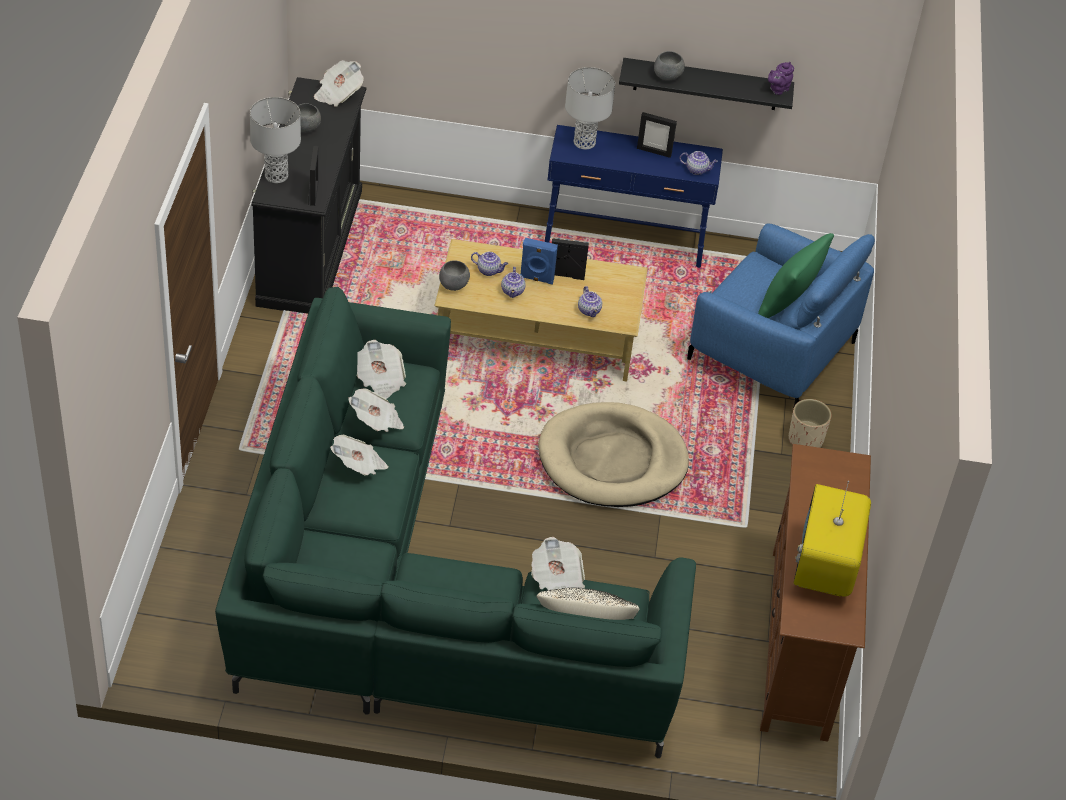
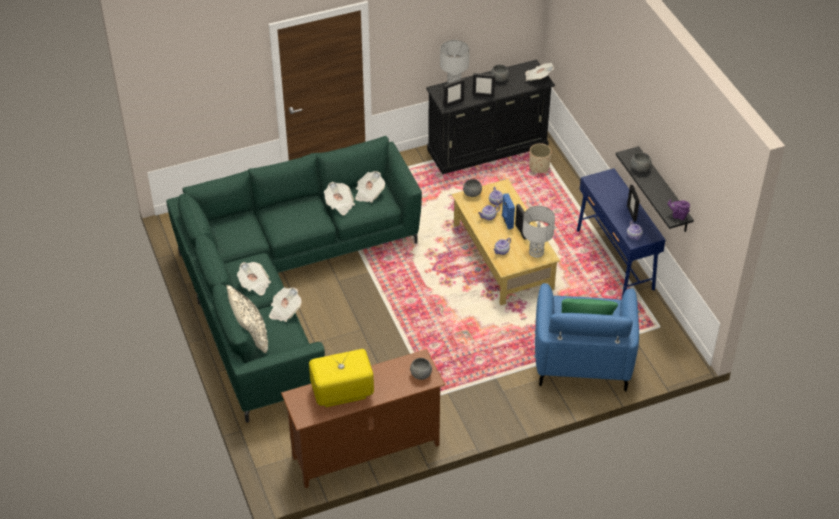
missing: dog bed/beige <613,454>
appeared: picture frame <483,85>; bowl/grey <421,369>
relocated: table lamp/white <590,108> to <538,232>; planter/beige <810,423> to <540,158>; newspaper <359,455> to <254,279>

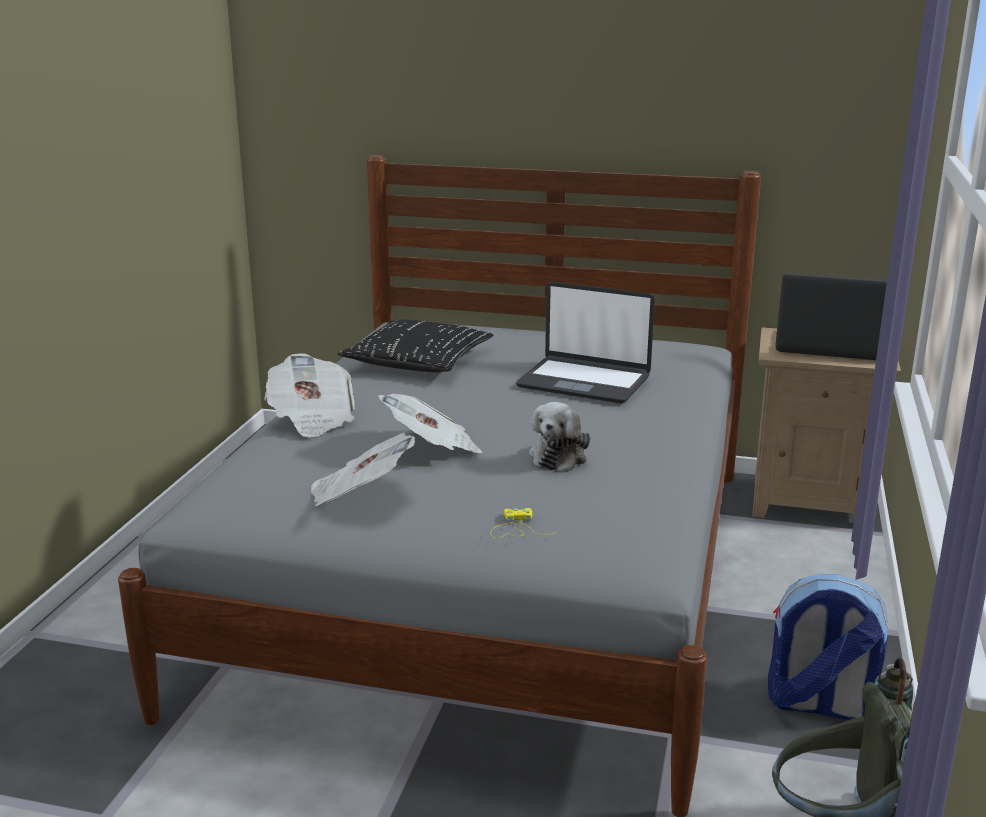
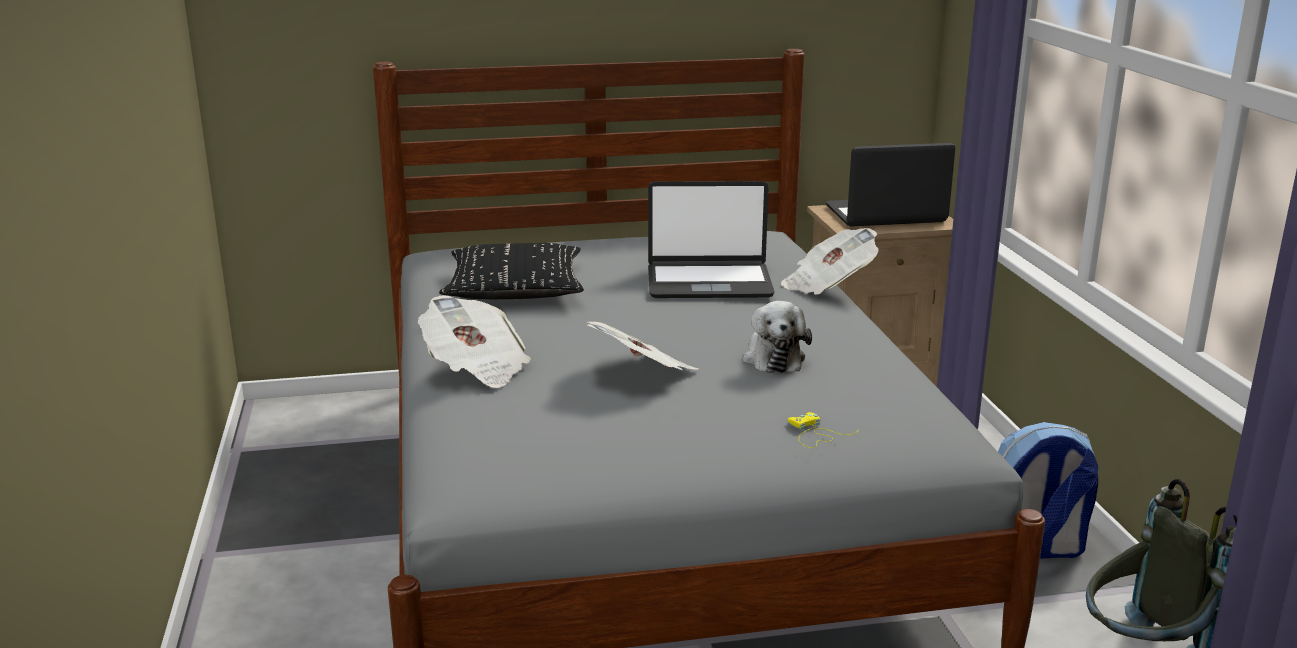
relocated: newspaper <363,469> to <830,261>

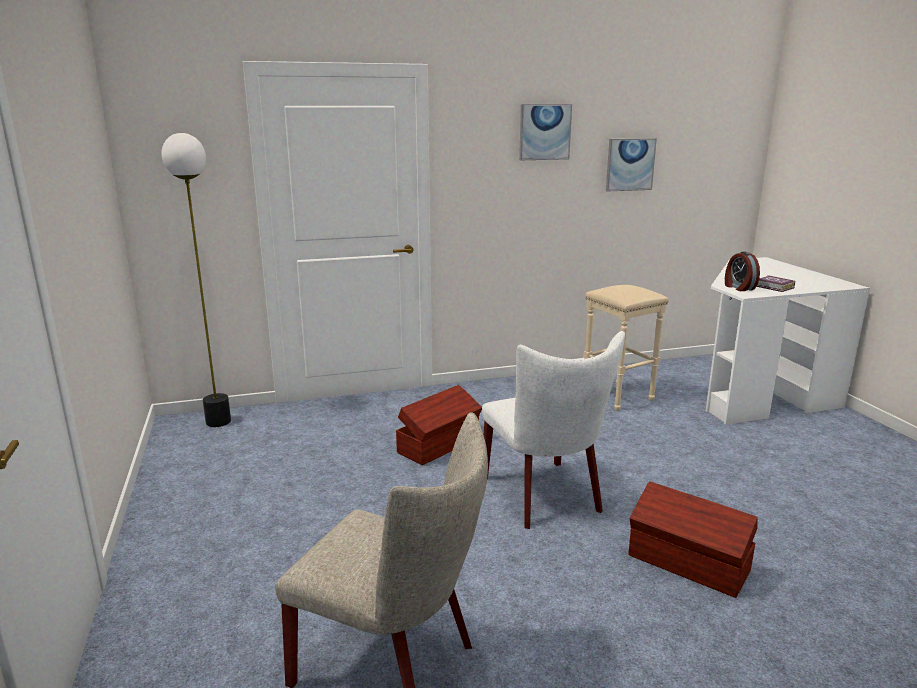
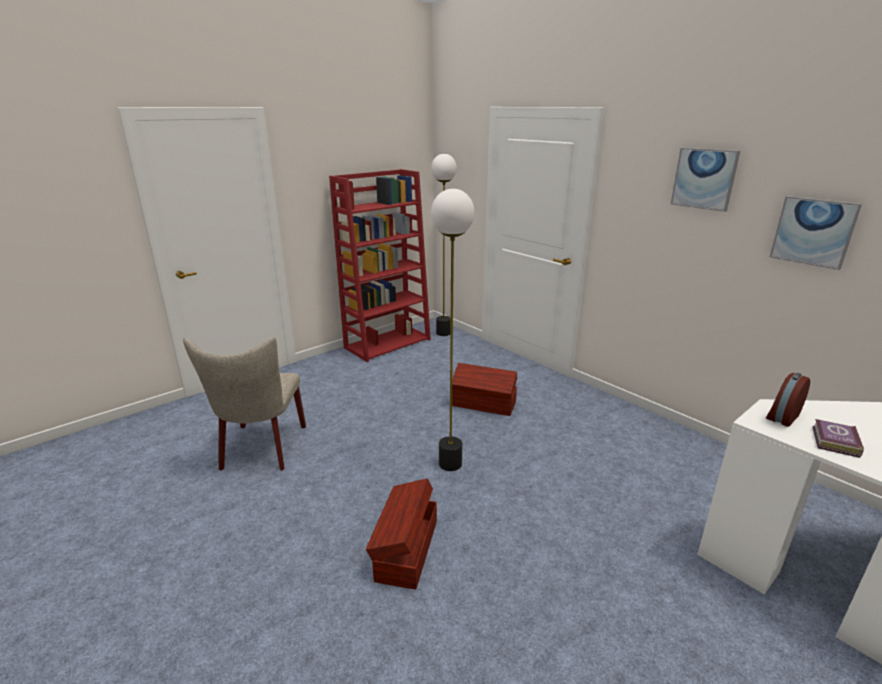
missing: stool/beige <626,348>
appeared: bookcase/red <380,265>
exchanged: chair/white <553,430> to floor lamp <452,330>

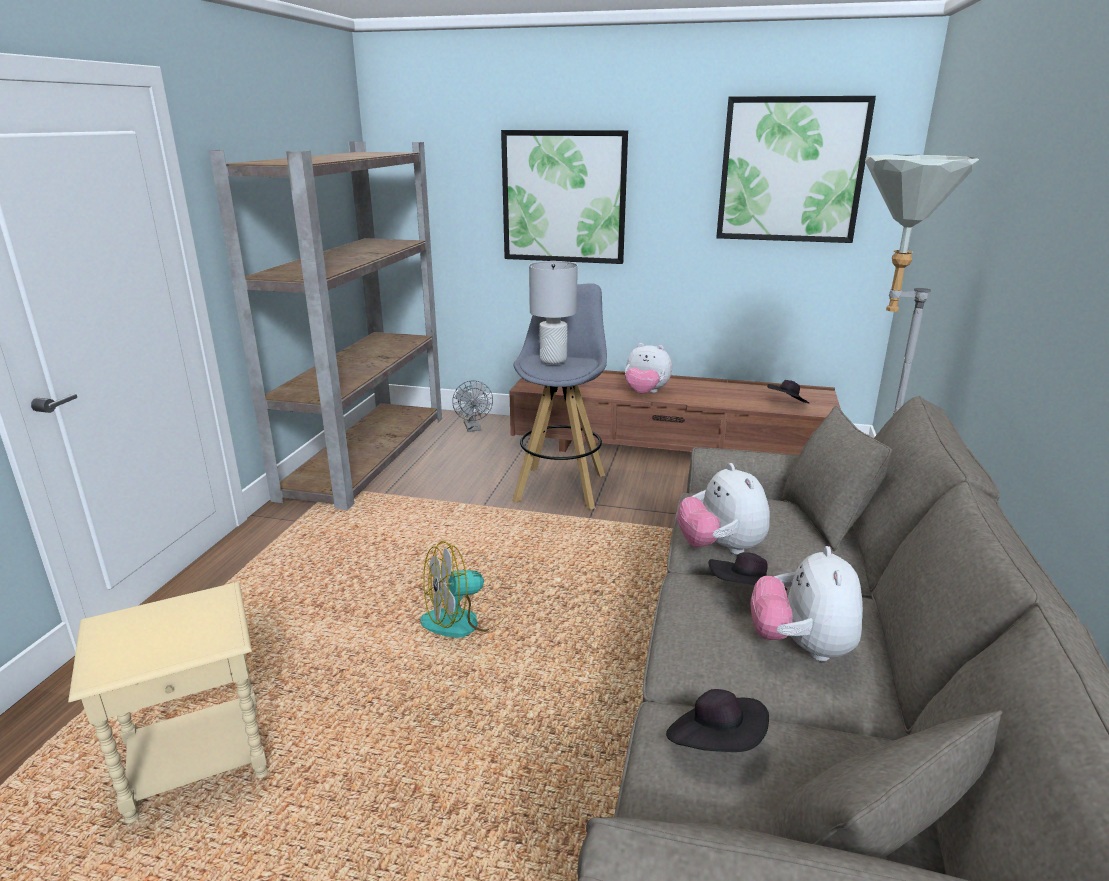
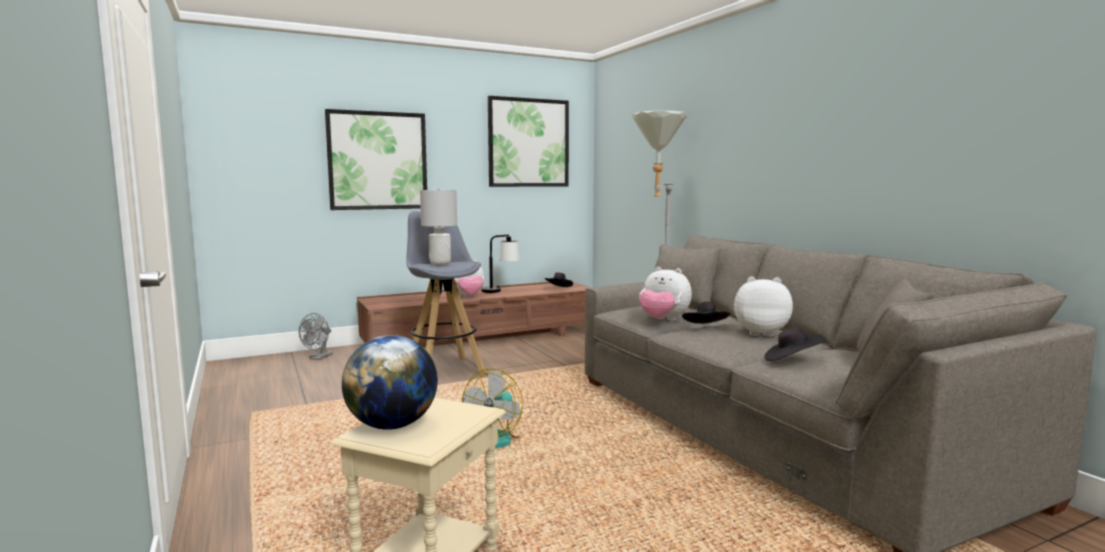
missing: bookcase/brown <325,326>
appeared: table lamp <500,263>; globe <390,382>
spun: fan/grey <472,406> = <316,336> 75 degrees clockwise; plush toy <807,603> = <763,307> 135 degrees clockwise

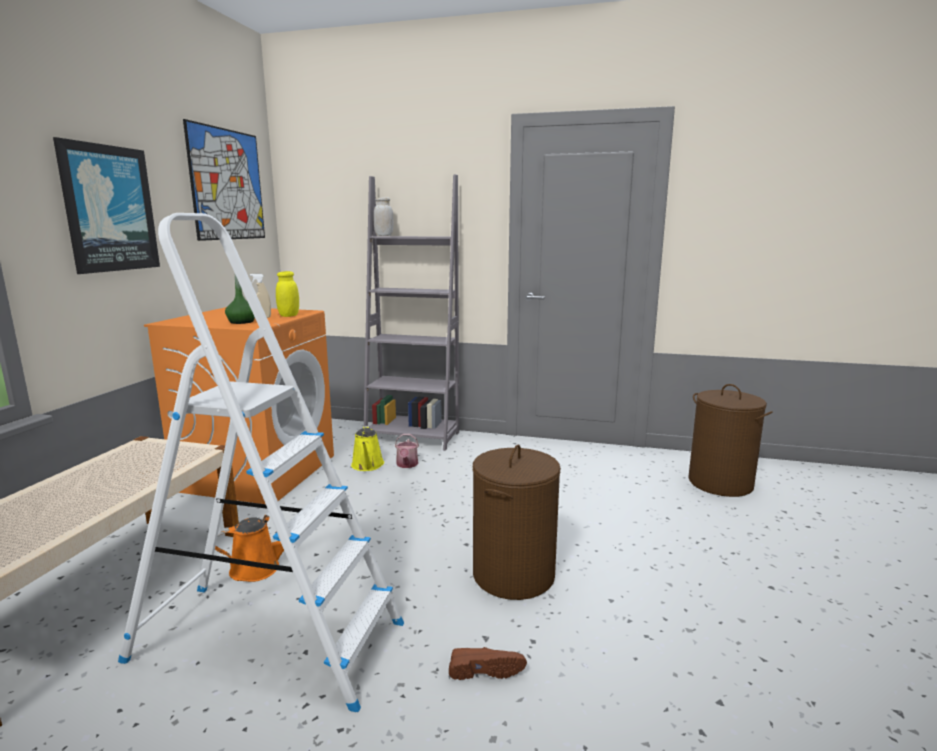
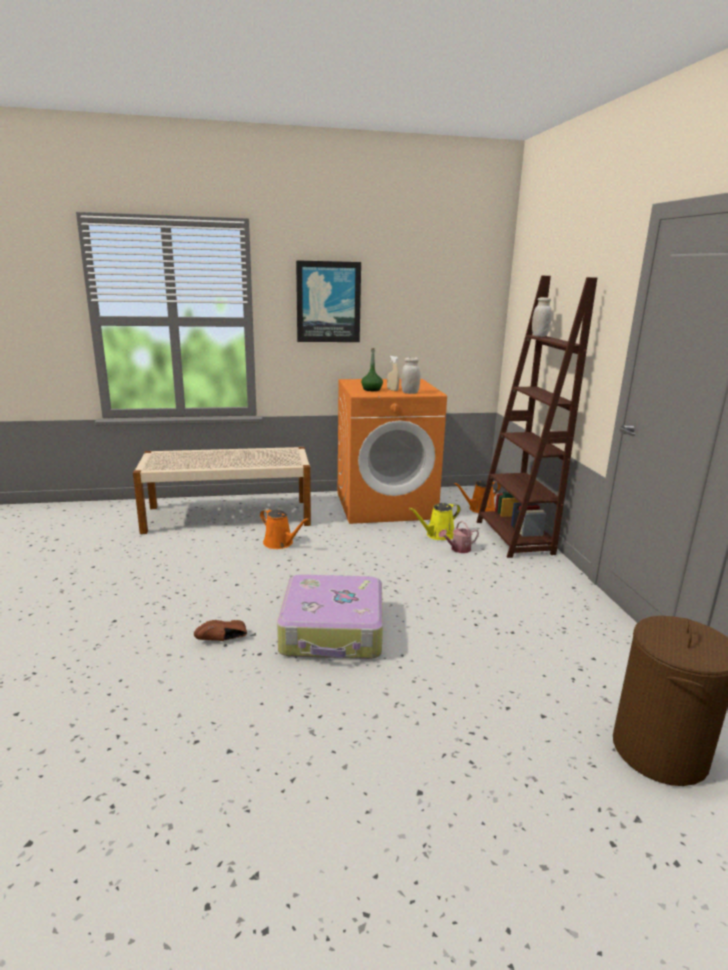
missing: picture <224,180>; step ladder/white <261,462>
appeared: watering can/orange <477,496>
exchanged: laundry basket/brown <517,522> to suitcase <330,616>
colour: bookcase/grey <411,312> to bookcase/brown <537,417>; jar/yellow <287,294> to jar/white <410,375>
spun: shoe/brown <488,663> = <220,630> 90 degrees clockwise

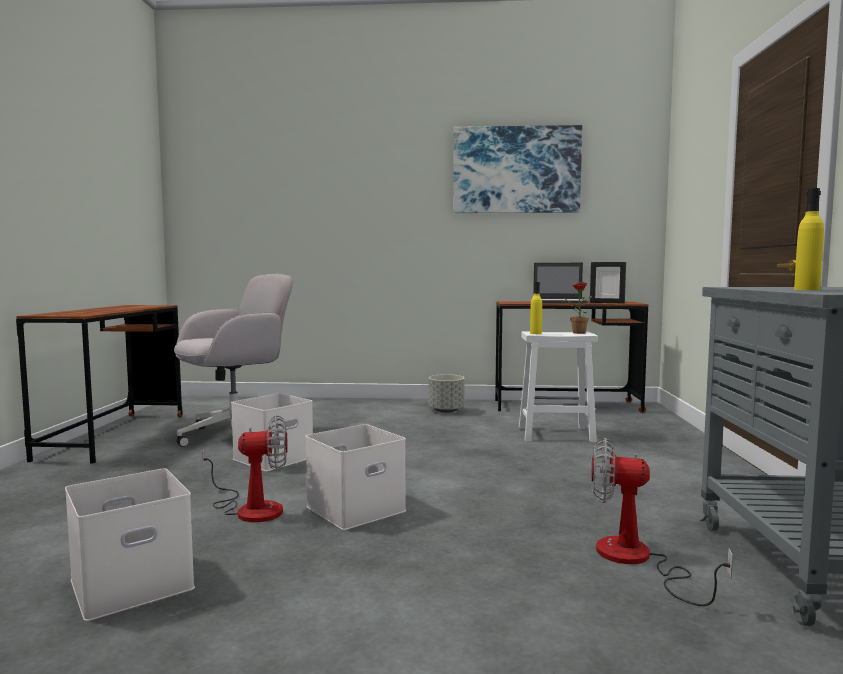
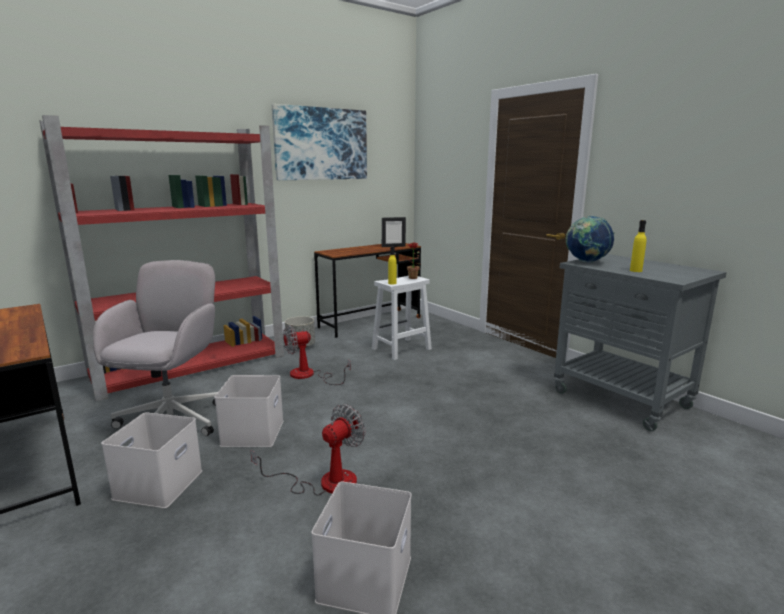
missing: laptop <560,283>
appeared: bookcase/red <161,258>; globe <589,239>
relocated: storage box/white <355,477> to <151,460>; fan <662,522> to <317,355>

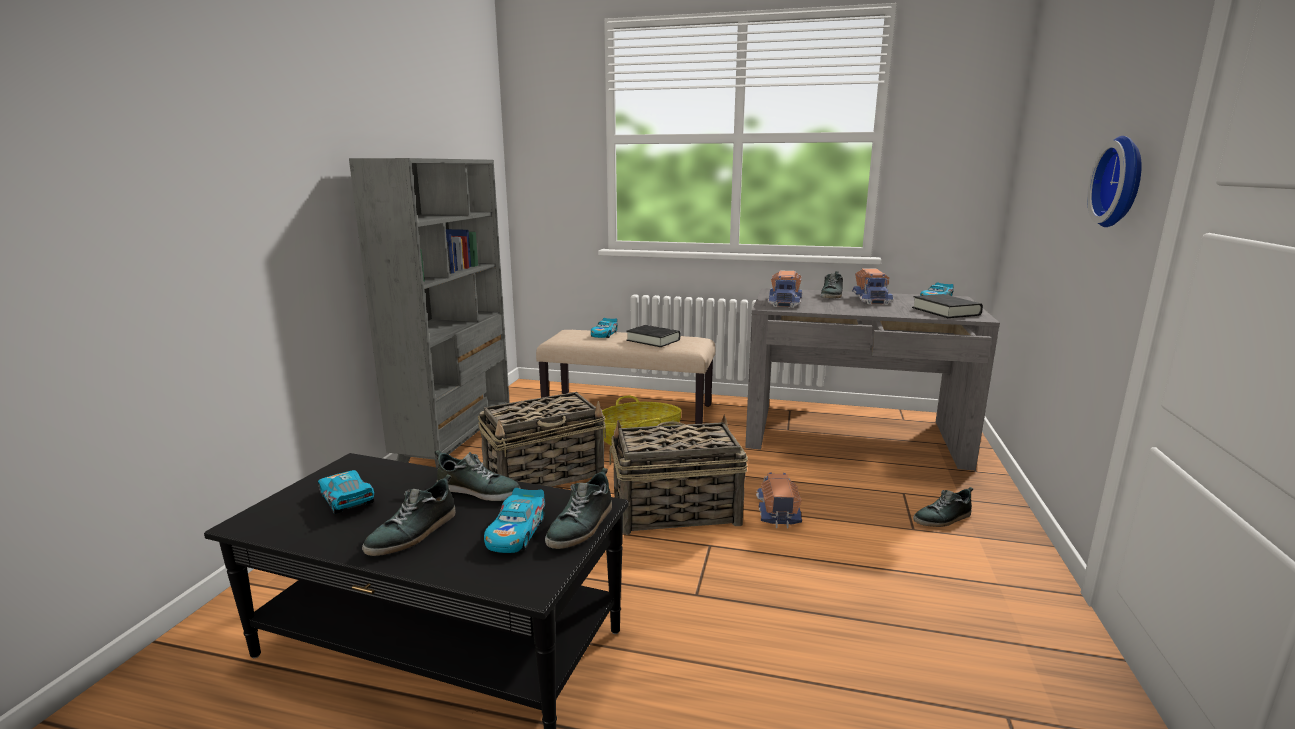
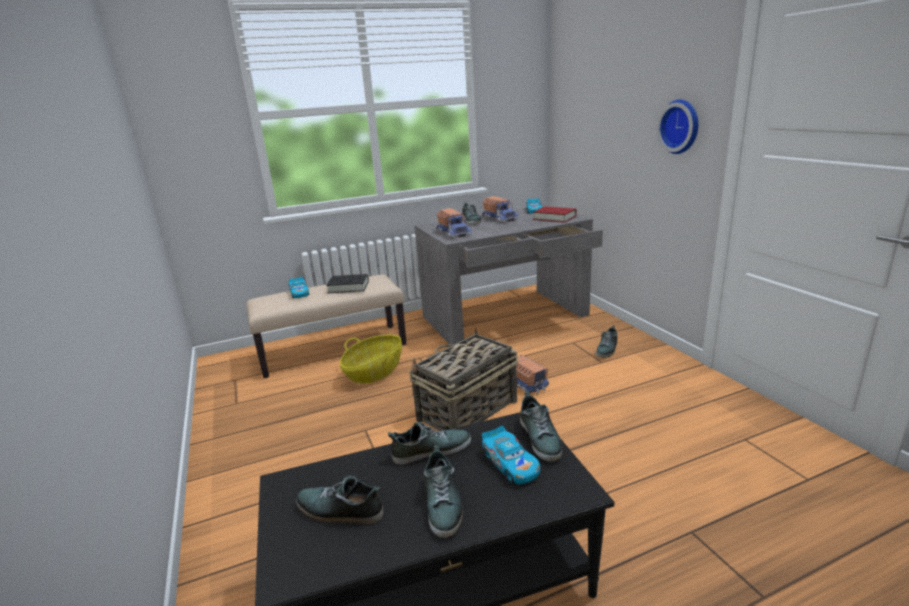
missing: bookcase/grey <429,313>; basket <542,439>
exchanged: toy car <346,492> to shoe <340,500>
colour: book/black <947,306> to book/red <554,214>

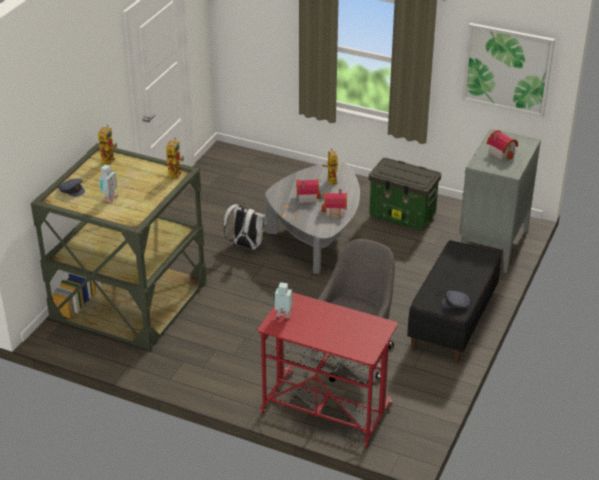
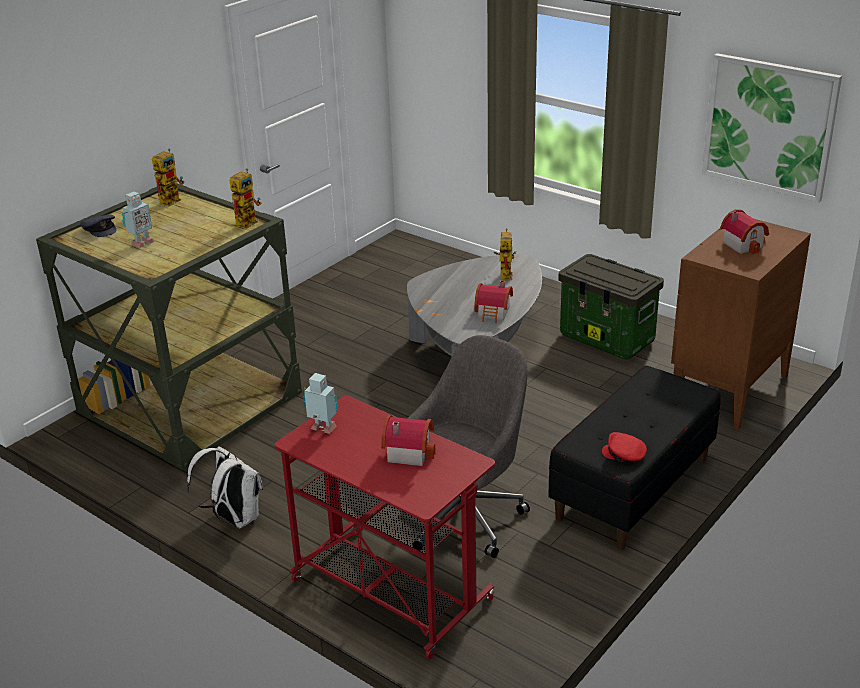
relocated: toy house <308,191> to <408,440>; backpack/white <245,227> to <225,487>
colour: dresser/grey <500,201> to dresser/brown <741,324>; cap/grey <456,300> to cap/red <624,447>

